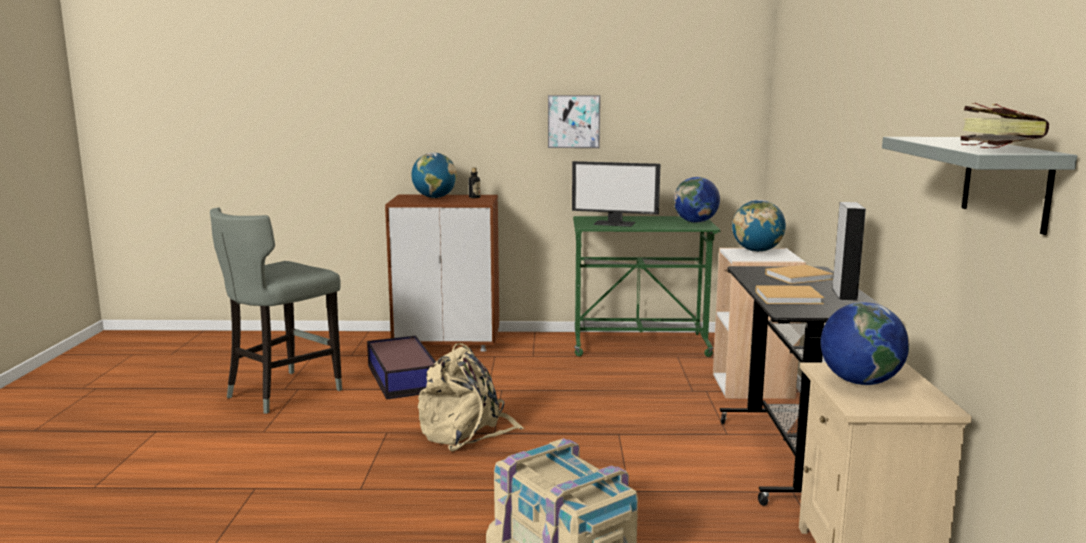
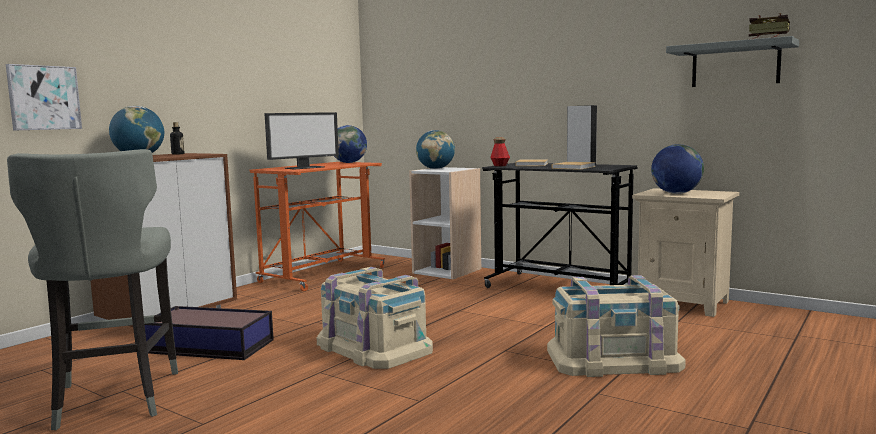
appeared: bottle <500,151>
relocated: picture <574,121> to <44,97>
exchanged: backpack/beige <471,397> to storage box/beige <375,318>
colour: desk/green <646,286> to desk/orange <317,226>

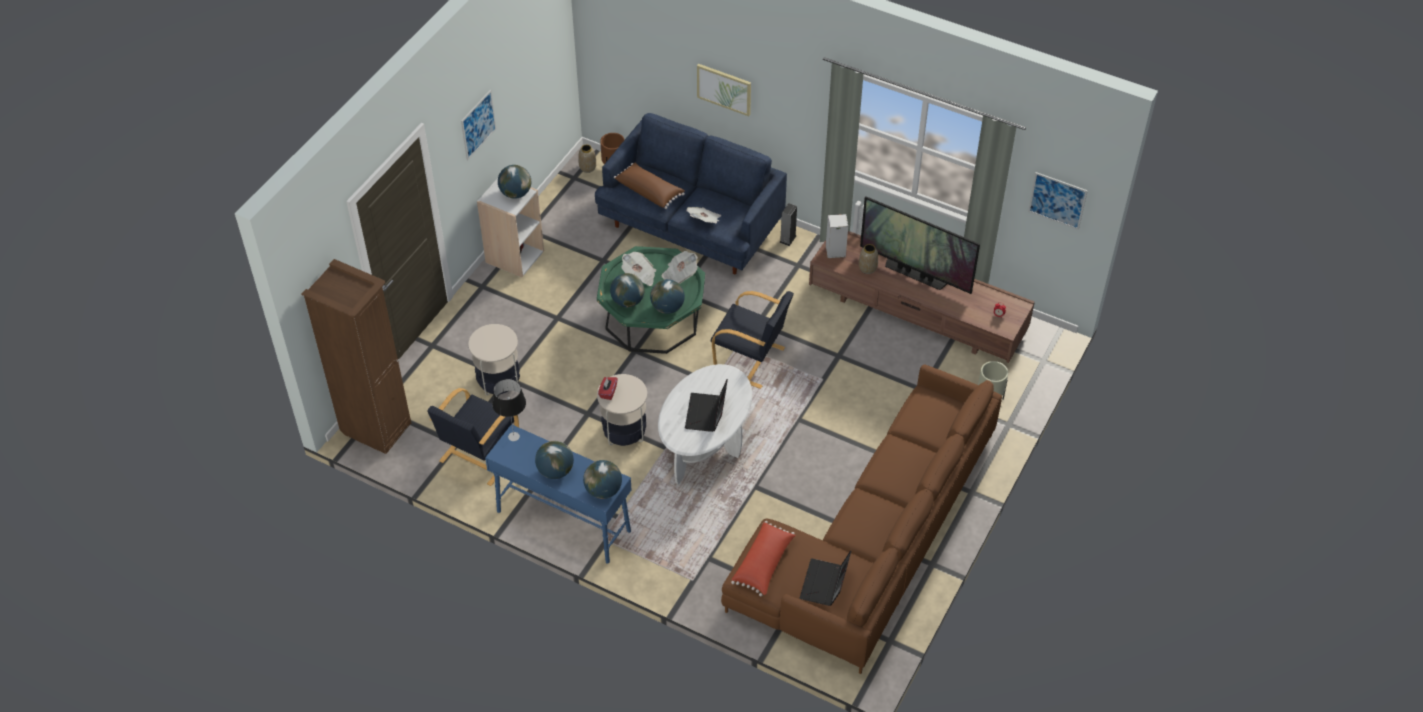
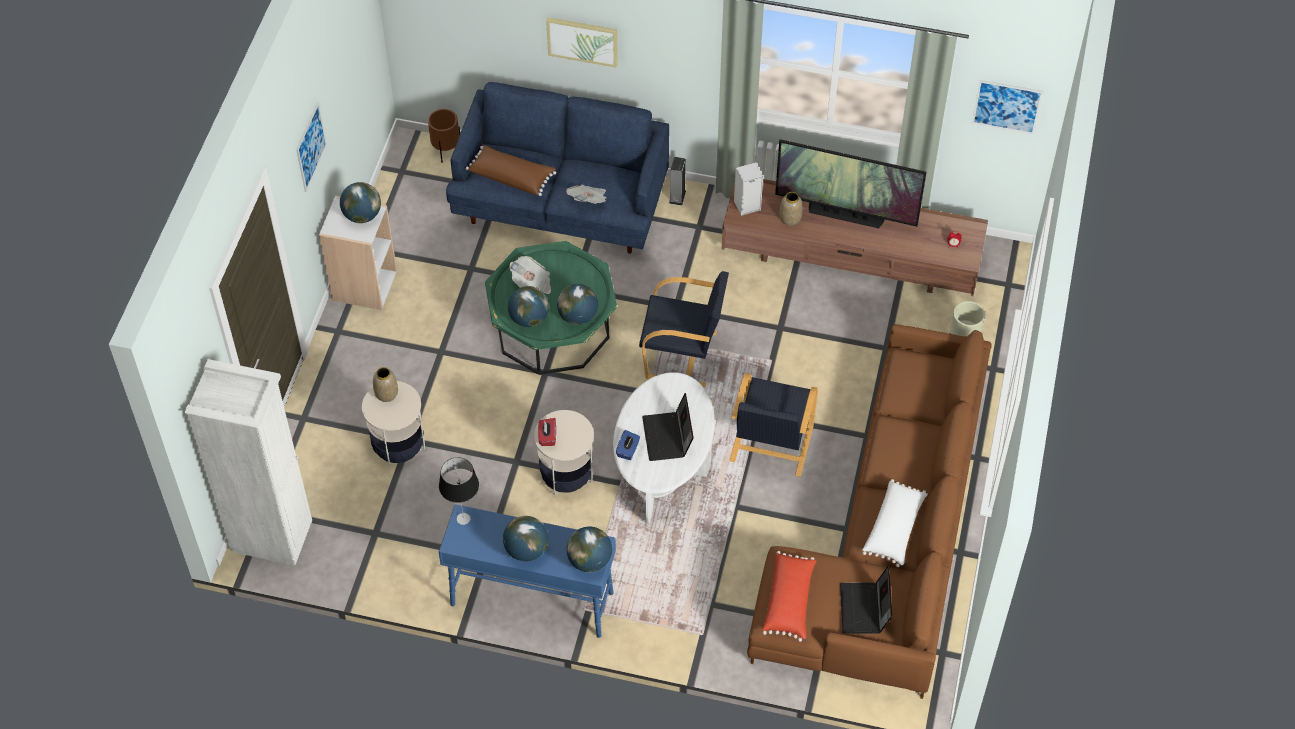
missing: newspaper <680,267>
appeared: tissue box/blue <628,445>; pillow/white <895,523>
relocated: vase <587,158> to <385,384>; armchair/black <473,437> to <773,425>
colour: cabinet/brown <356,356> to cabinet/white <248,462>

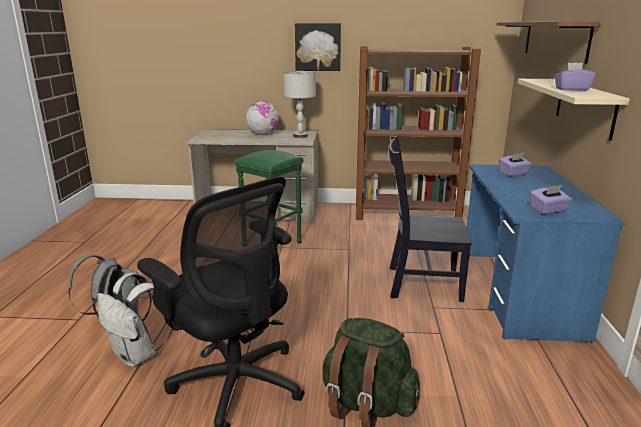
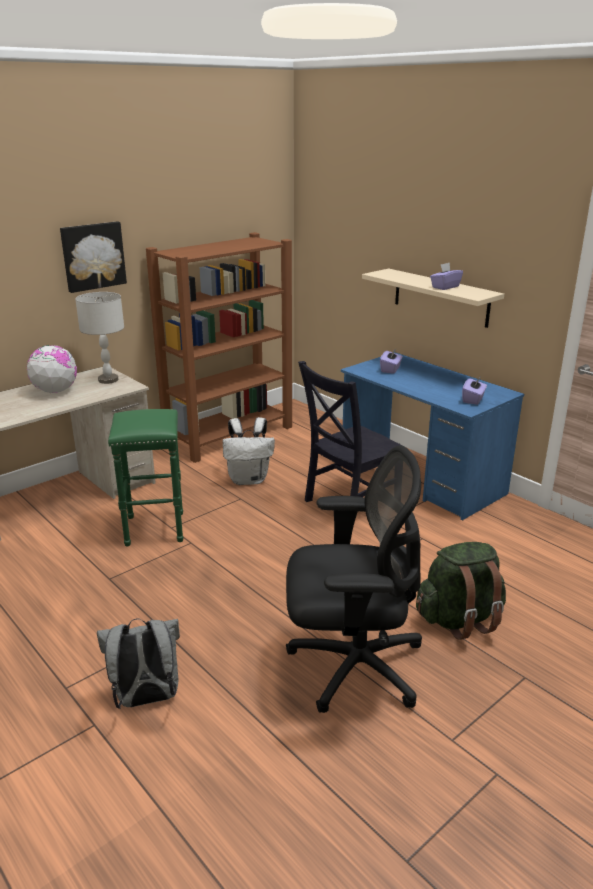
missing: shelf <549,43>
relocated: backpack/white <135,320> to <249,451>

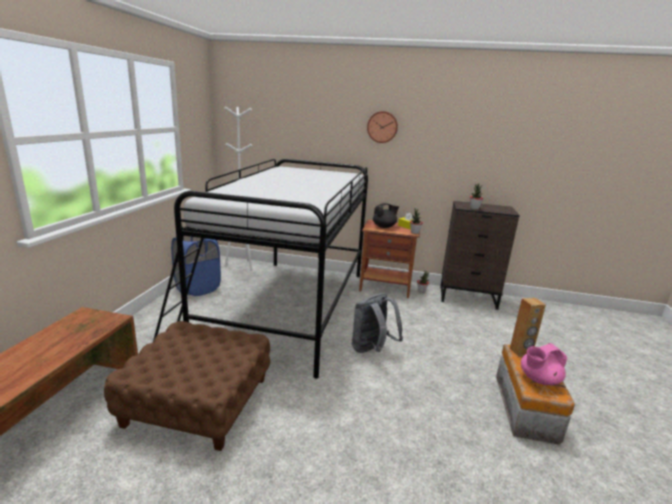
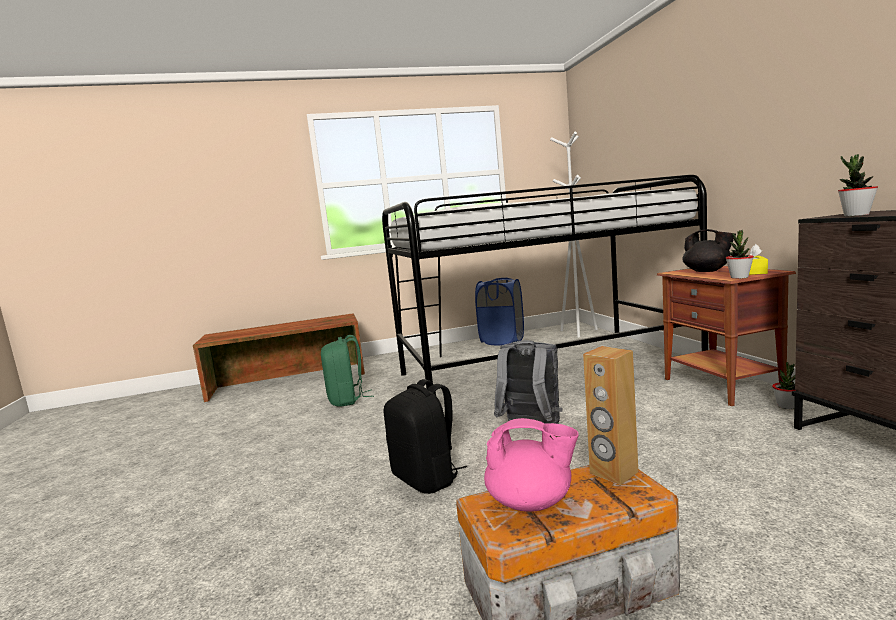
missing: wall clock <382,127>
appeared: backpack/black <425,436>
exchanged: ottoman/brown <187,386> to backpack/green <347,371>
spun: teapot/pink <544,364> = <531,465> 150 degrees clockwise

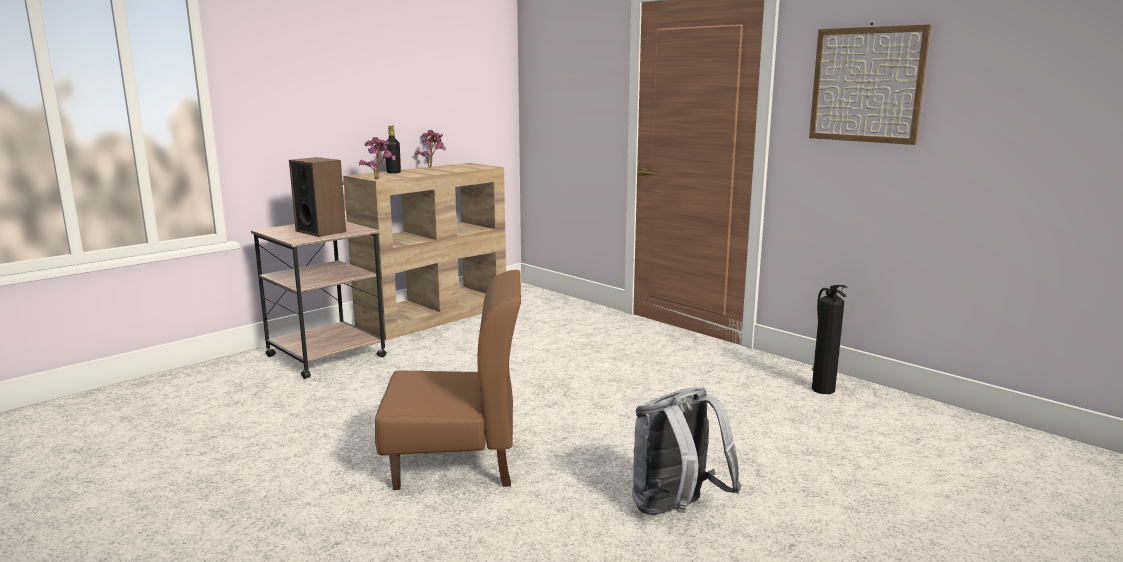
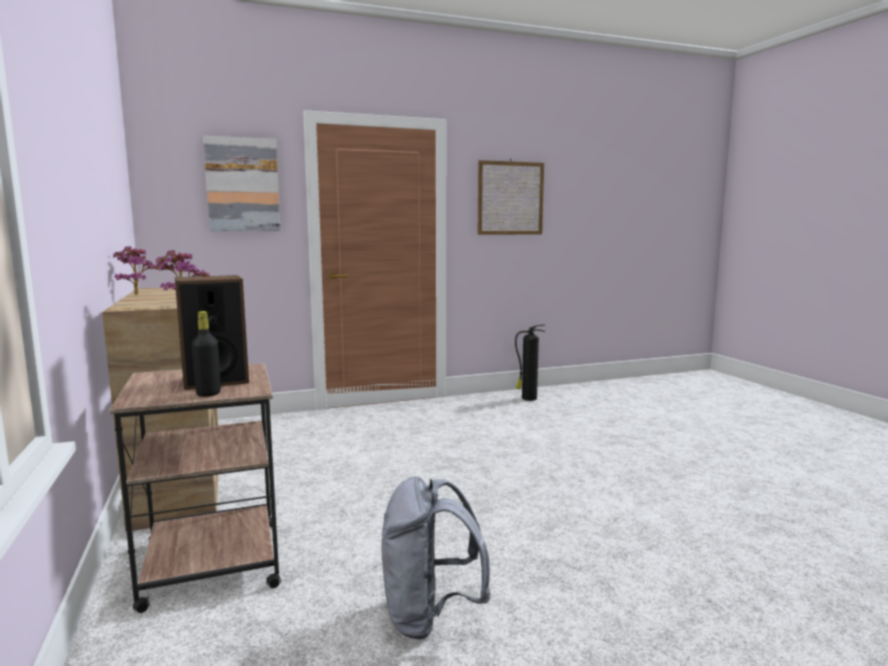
missing: chair/brown <448,380>
appeared: picture <242,183>
relocated: bottle/black <393,150> to <206,354>; backpack/grey <686,451> to <436,558>

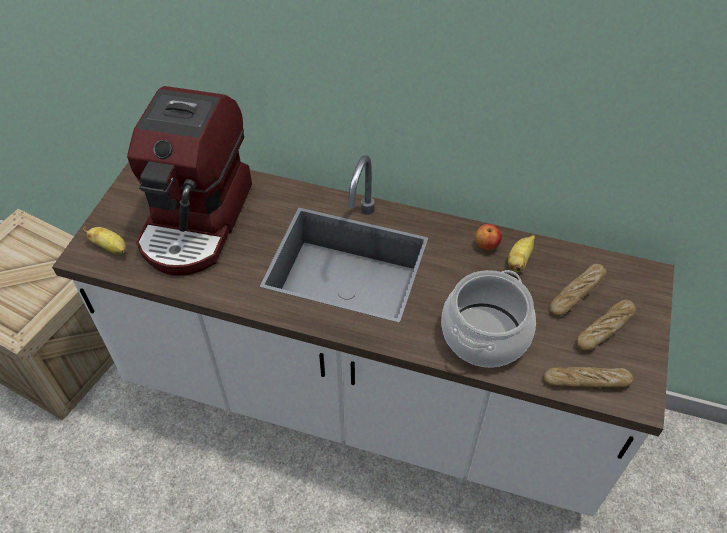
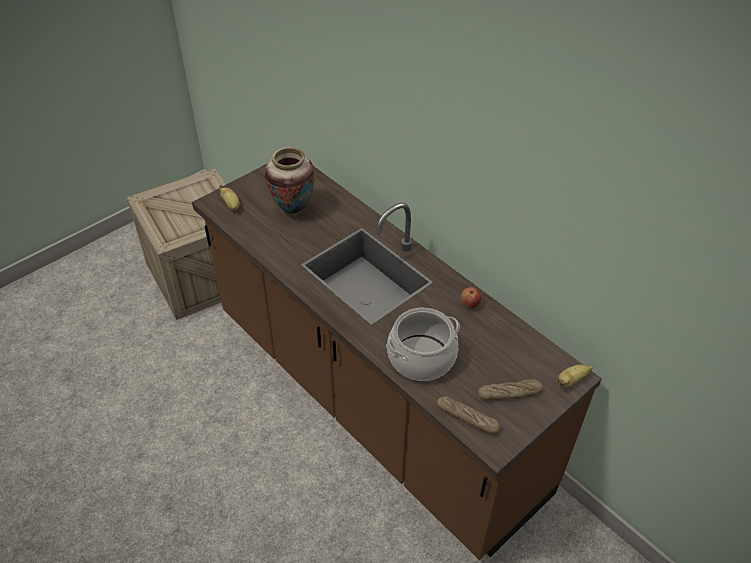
missing: bread <577,290>
relocated: banana <521,254> to <575,376>
exchanged: coffee machine <189,181> to vase <290,181>
colour: counter/white <363,336> to counter/brown <397,362>

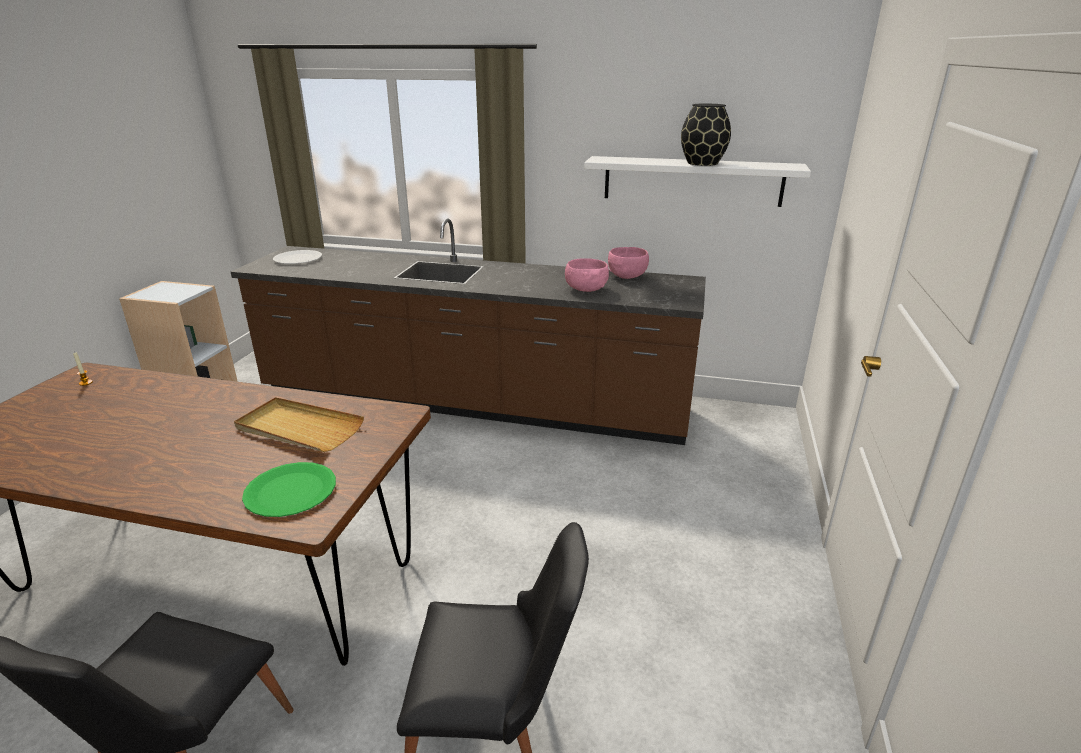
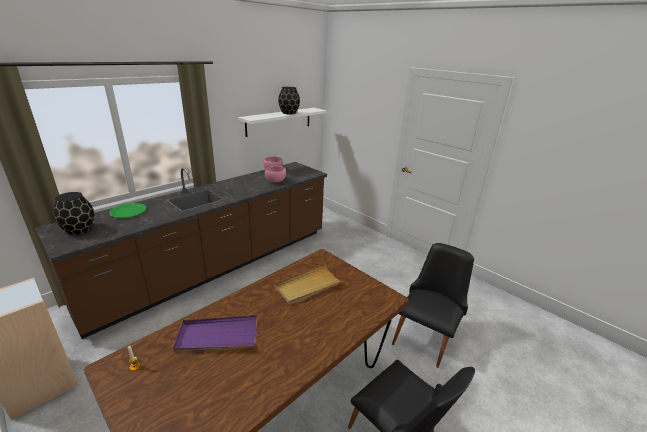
appeared: tray/purple <215,333>
relocated: plate/green <289,489> to <128,210>
exchanged: plate/white <297,257> to vase/black <73,213>

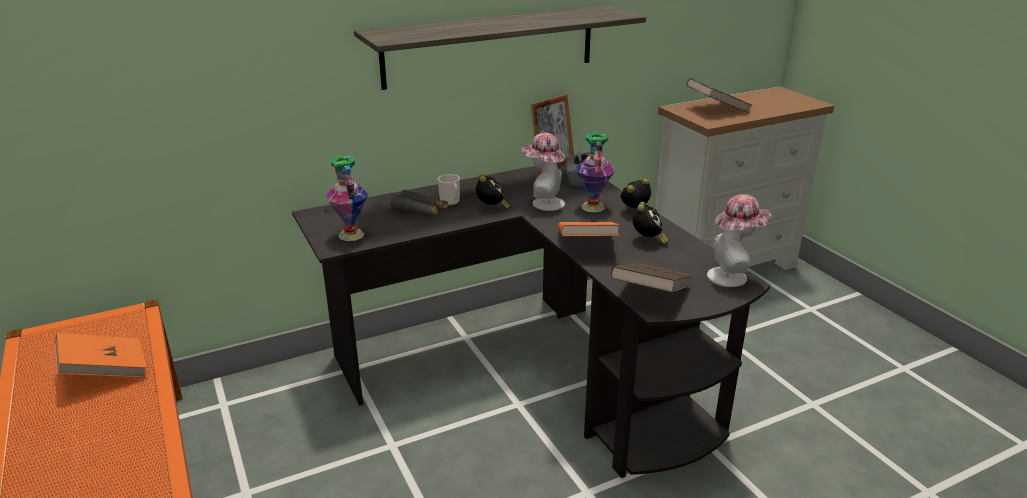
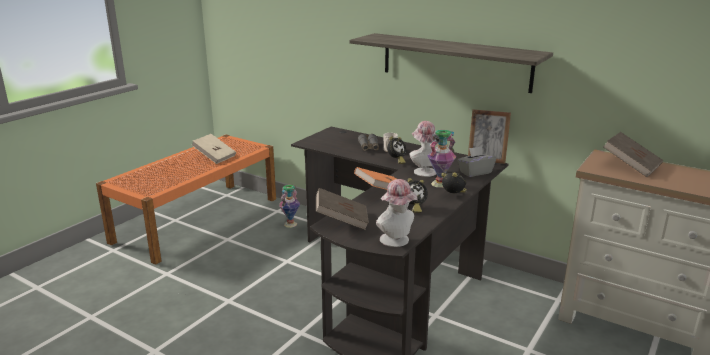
relocated: vase <346,198> to <289,206>
colour: book/orange <100,355> to book/beige <214,149>

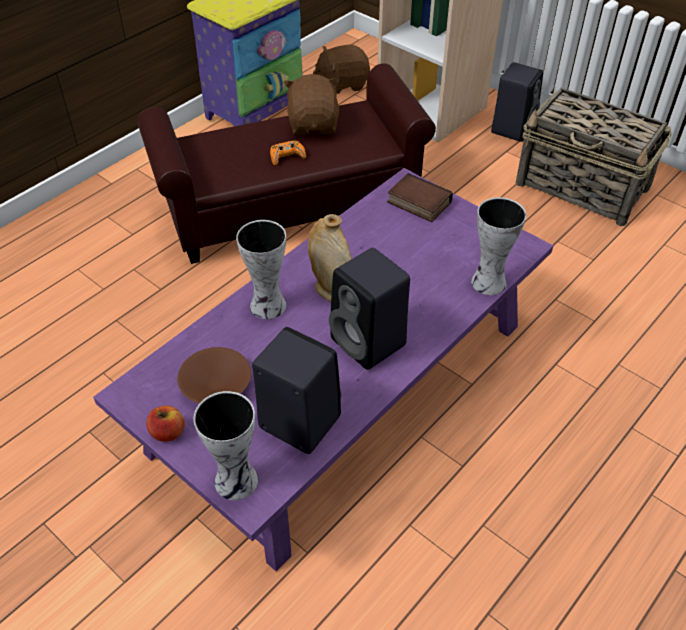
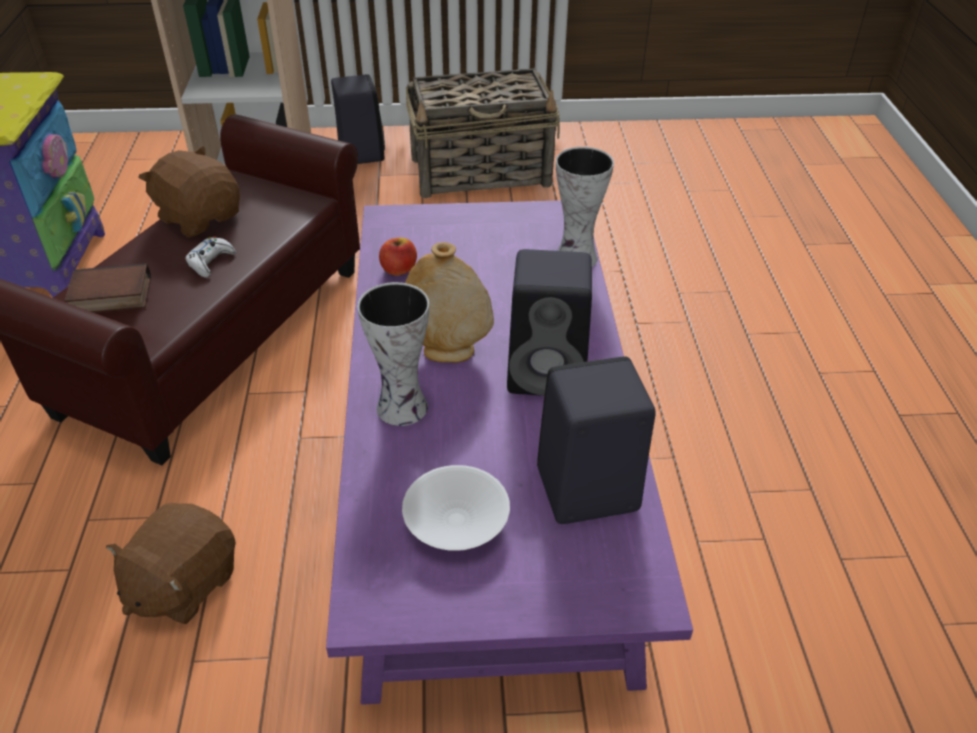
missing: vase <226,445>
relocated: plush toy/brown <341,69> to <171,563>; book <420,197> to <107,288>; apple <165,423> to <398,256>
colour: game controller/orange <288,152> to game controller/white <210,257>; bowl/brown <214,375> to bowl/white <456,508>

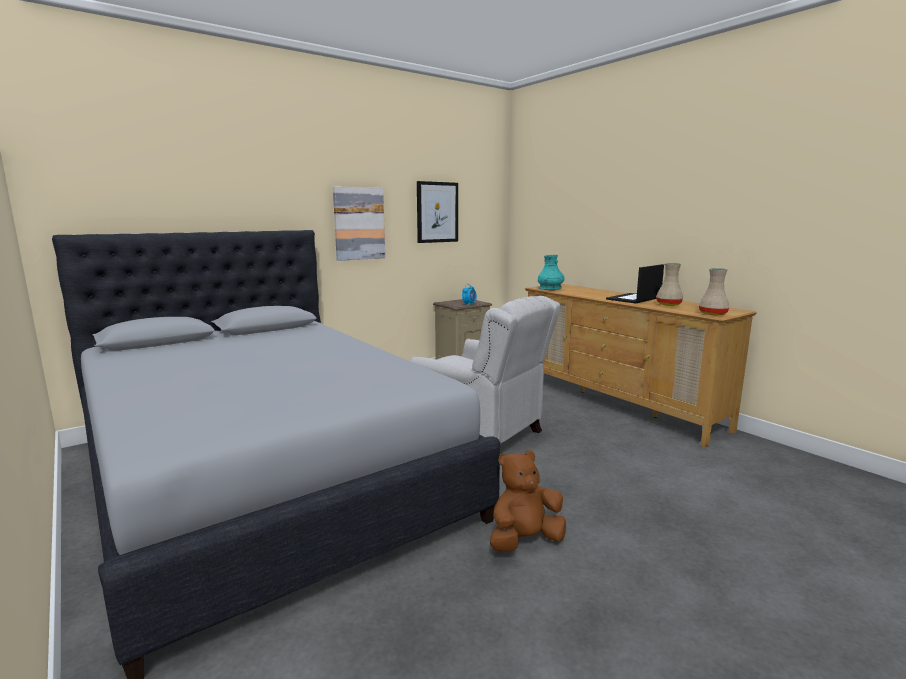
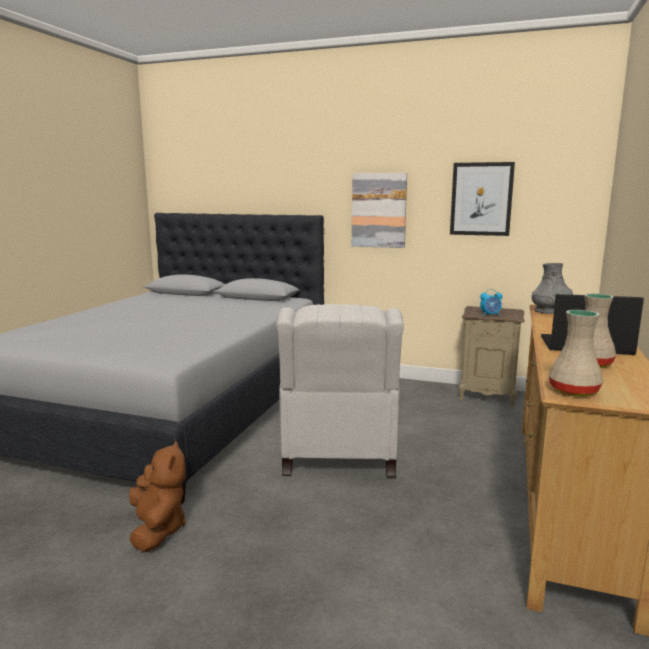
colour: vase/turquoise <551,272> to vase/grey <552,288>
spun: plush toy/brown <528,500> = <157,496> 45 degrees clockwise

